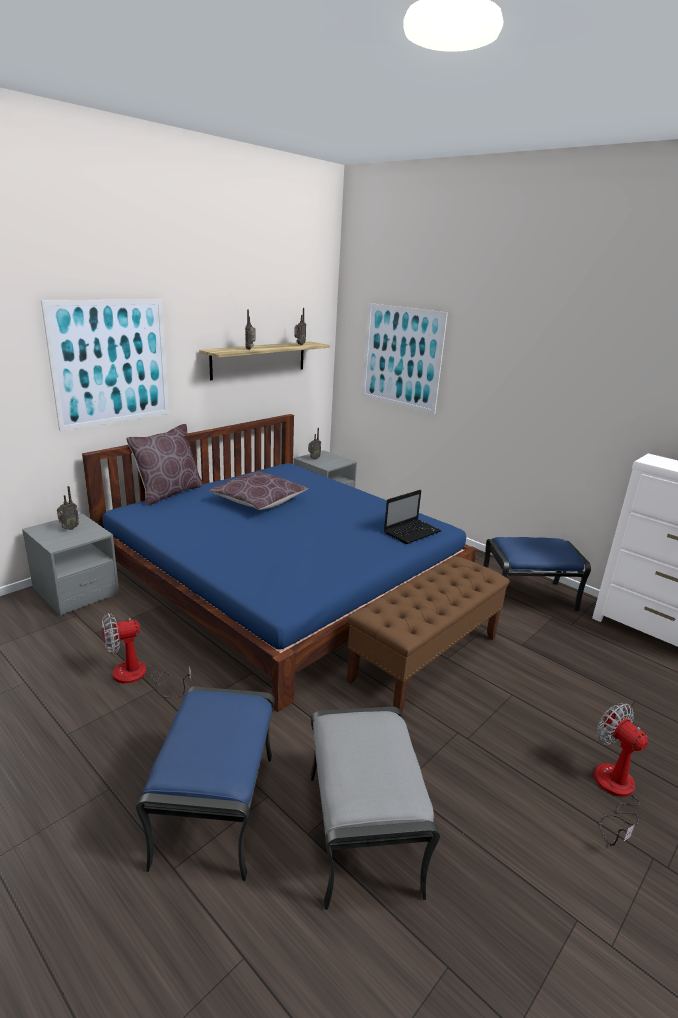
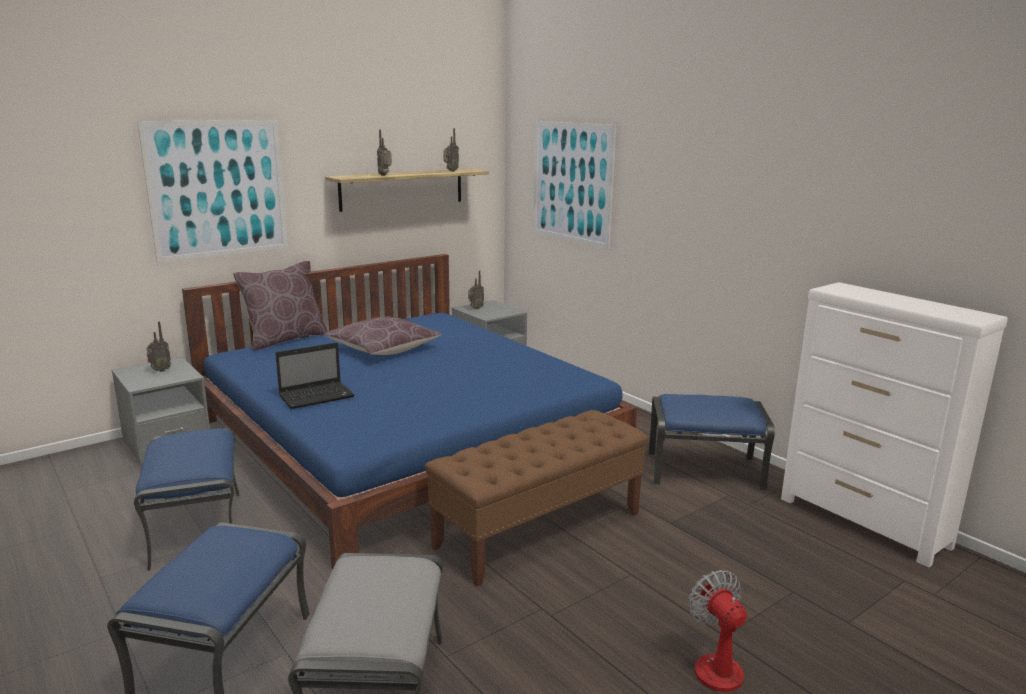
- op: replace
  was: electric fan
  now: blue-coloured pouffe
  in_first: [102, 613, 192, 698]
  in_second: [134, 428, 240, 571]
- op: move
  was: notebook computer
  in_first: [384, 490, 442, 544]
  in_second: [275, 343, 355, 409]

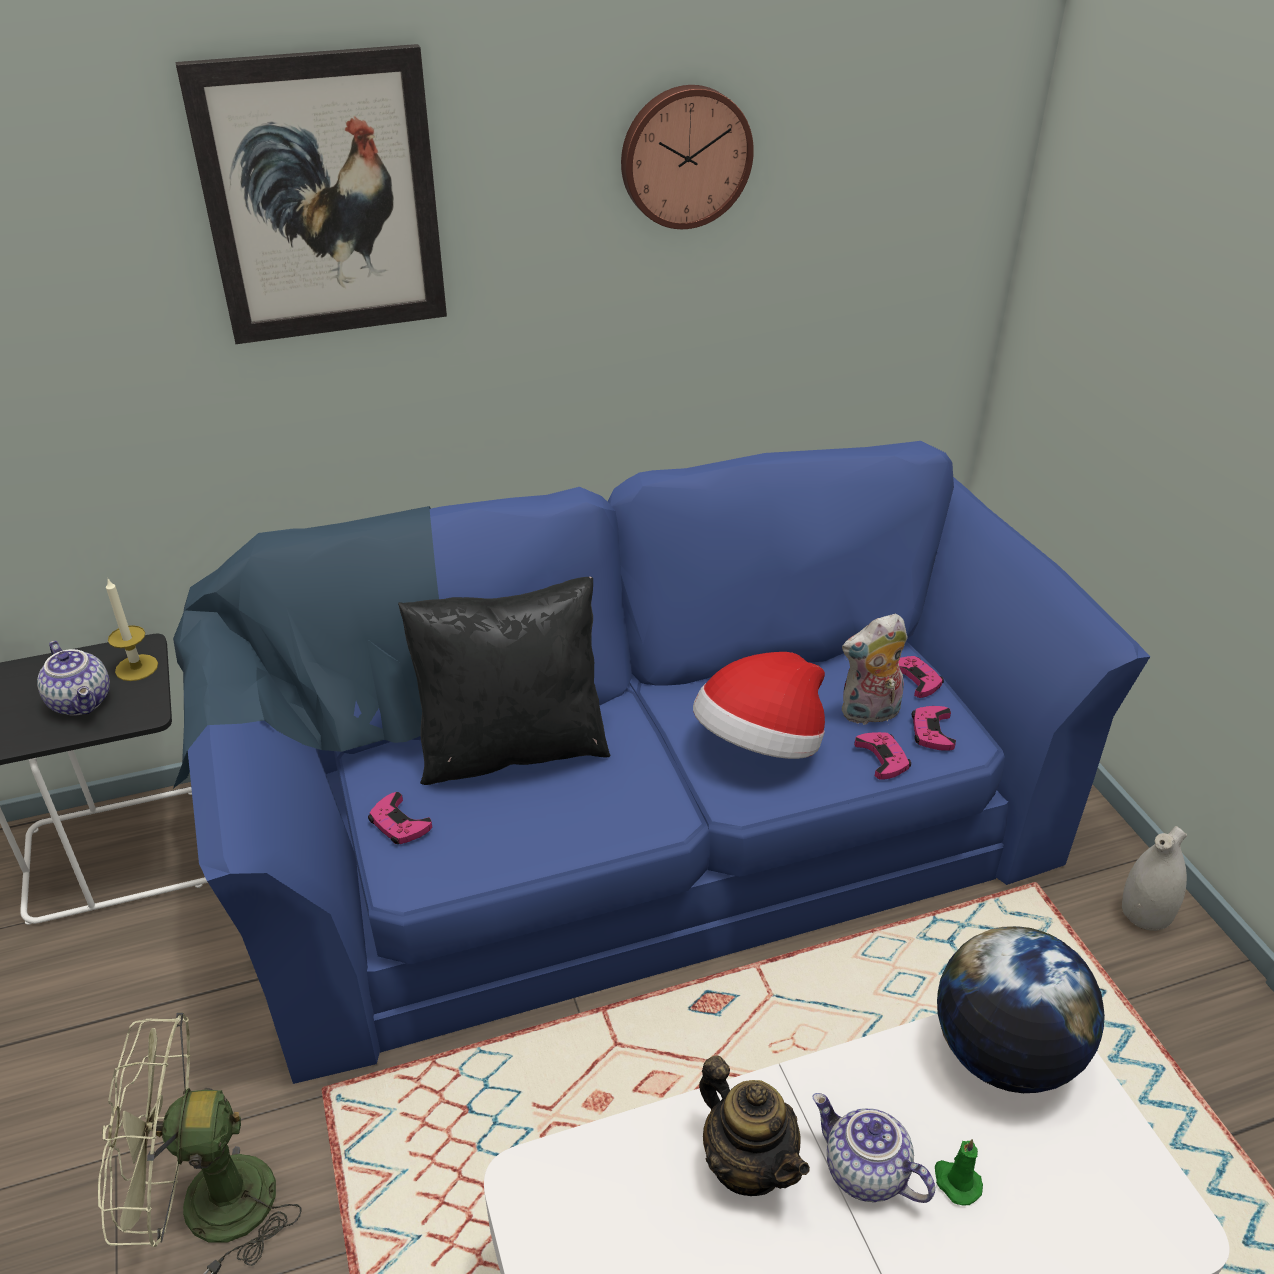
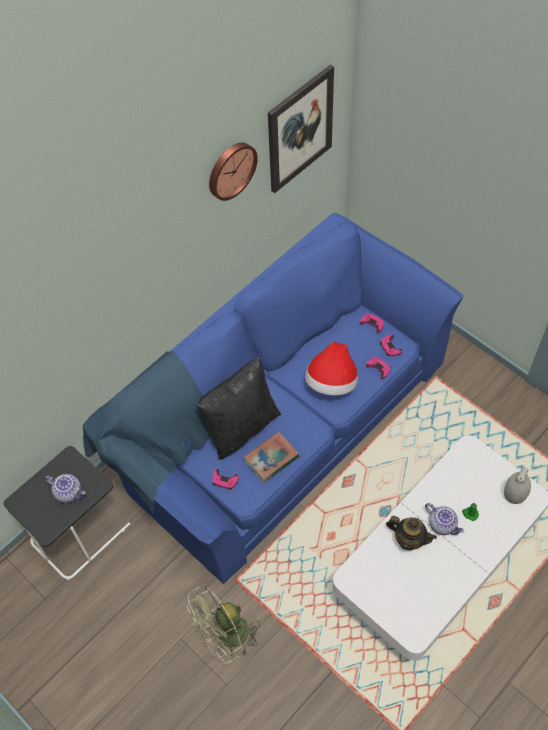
- op: delete
  was: candle
  in_first: [106, 579, 158, 681]
- op: move
  was: wall picture
  in_first: [175, 44, 447, 344]
  in_second: [268, 64, 334, 193]
- op: rotate
  was: teapot
  in_first: [813, 1093, 935, 1203]
  in_second: [425, 503, 464, 535]
  clockwise: -150
- op: delete
  was: plush toy
  in_first: [842, 613, 908, 725]
- op: delete
  was: globe
  in_first: [937, 926, 1105, 1093]
- op: move
  was: whitish decorative vase
  in_first: [1122, 826, 1187, 931]
  in_second: [504, 467, 531, 504]
- op: insert
  now: book
  in_second: [244, 431, 299, 483]

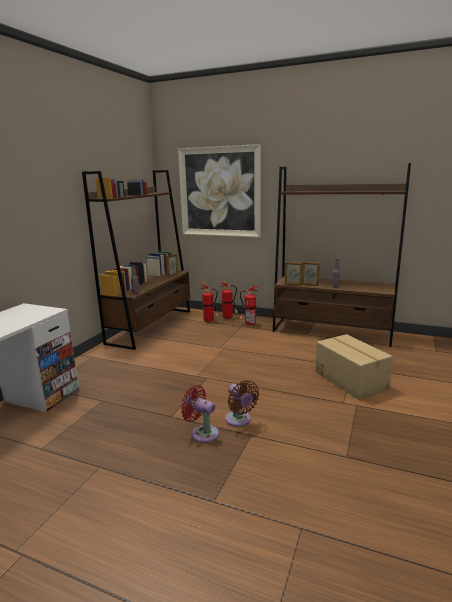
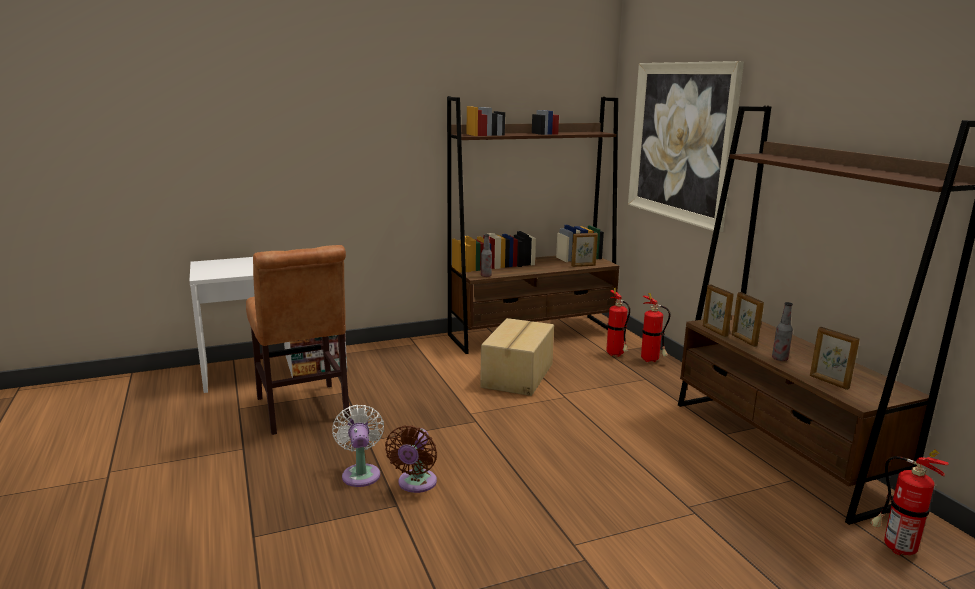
- op: recolor
  was: red-coloured electric fan
  now: whitish electric fan
  in_first: [181, 385, 219, 443]
  in_second: [332, 405, 384, 487]
- op: move
  was: extinguisher
  in_first: [240, 284, 258, 326]
  in_second: [870, 450, 949, 556]
- op: move
  was: cardboard box
  in_first: [315, 334, 393, 400]
  in_second: [480, 318, 554, 396]
- op: insert
  now: brownish plain chair
  in_second: [246, 245, 350, 435]
- op: insert
  now: standing frame
  in_second: [810, 327, 860, 390]

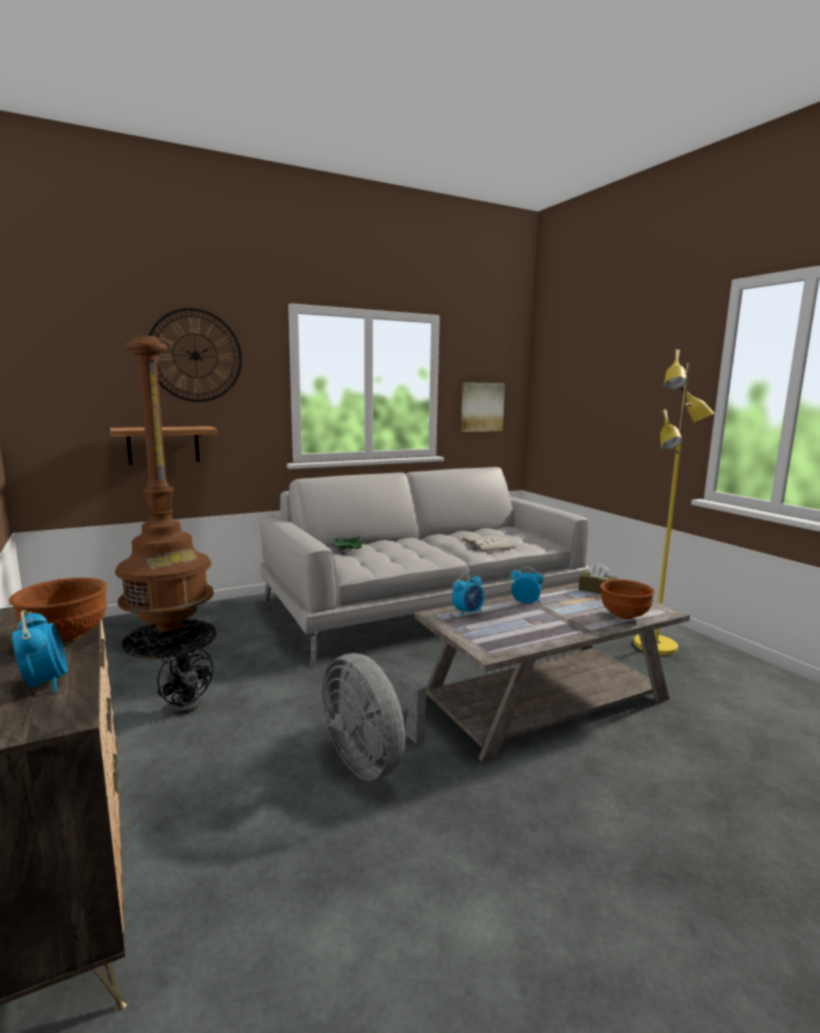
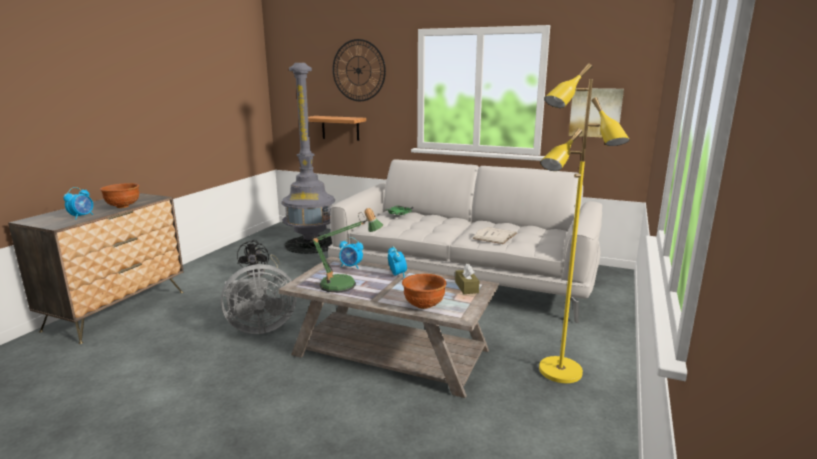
- op: recolor
  was: brownish standing lamp
  now: gray standing lamp
  in_first: [115, 336, 216, 659]
  in_second: [281, 63, 335, 254]
- op: rotate
  was: gray electric fan
  in_first: [322, 653, 426, 780]
  in_second: [220, 264, 296, 334]
  clockwise: -120
- op: insert
  now: tabletop lamp
  in_second: [310, 208, 383, 293]

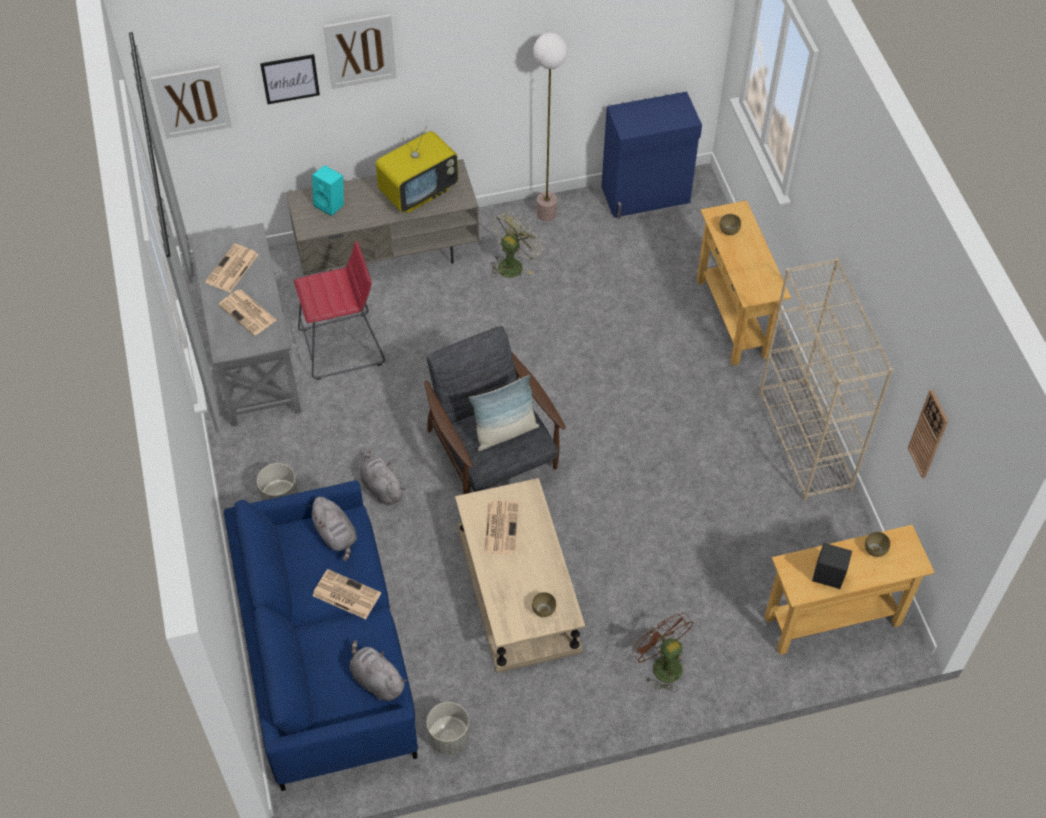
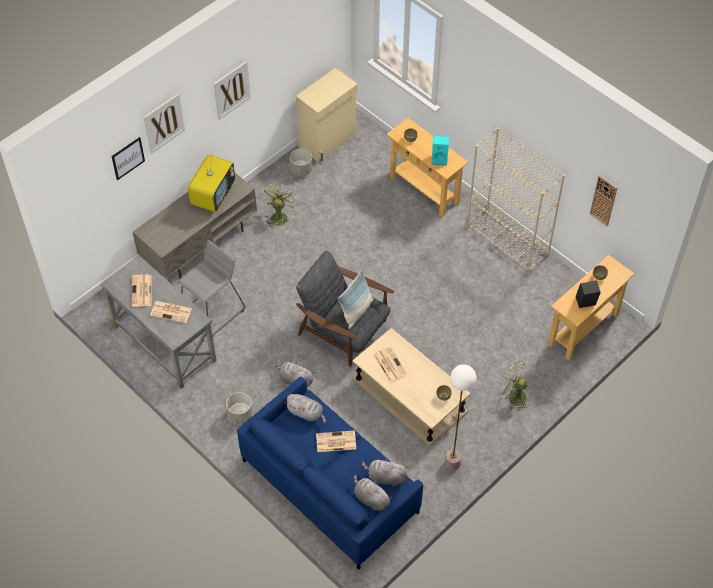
- op: move
  was: wall picture
  in_first: [151, 66, 232, 139]
  in_second: [214, 61, 251, 120]
- op: recolor
  was: red-coloured stool seat
  now: gray stool seat
  in_first: [294, 241, 385, 380]
  in_second: [178, 240, 245, 336]
- op: move
  was: turquoise-coloured speaker
  in_first: [312, 165, 344, 216]
  in_second: [431, 136, 449, 166]
- op: move
  was: gray plant pot
  in_first: [426, 702, 470, 755]
  in_second: [290, 148, 312, 177]
- op: move
  was: standing lamp
  in_first: [533, 33, 567, 221]
  in_second: [445, 364, 476, 471]
- op: recolor
  was: blue-coloured storage cabinet
  now: beige storage cabinet
  in_first: [601, 92, 702, 219]
  in_second: [296, 68, 358, 162]
- op: recolor
  was: brownish electric fan
  now: greenish electric fan
  in_first: [632, 613, 694, 692]
  in_second: [499, 360, 530, 411]
- op: insert
  now: gray plush toy
  in_second: [354, 474, 392, 511]

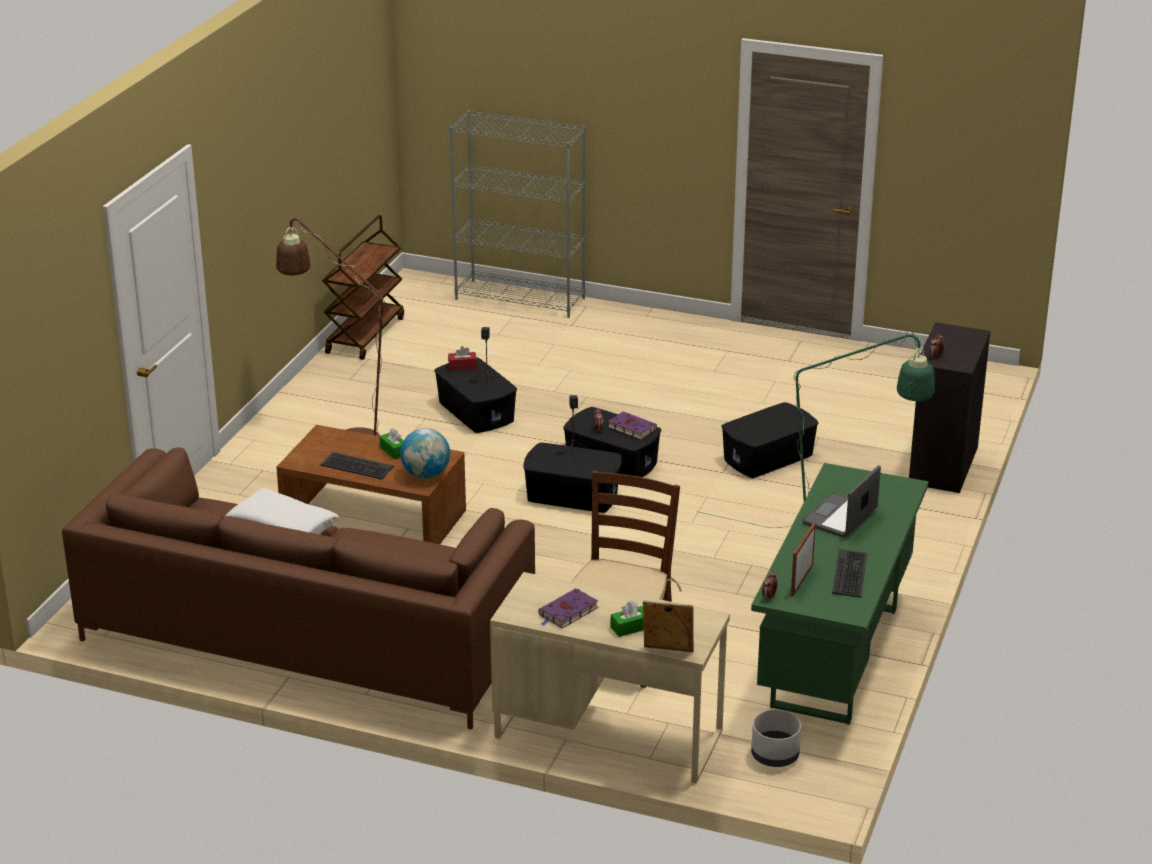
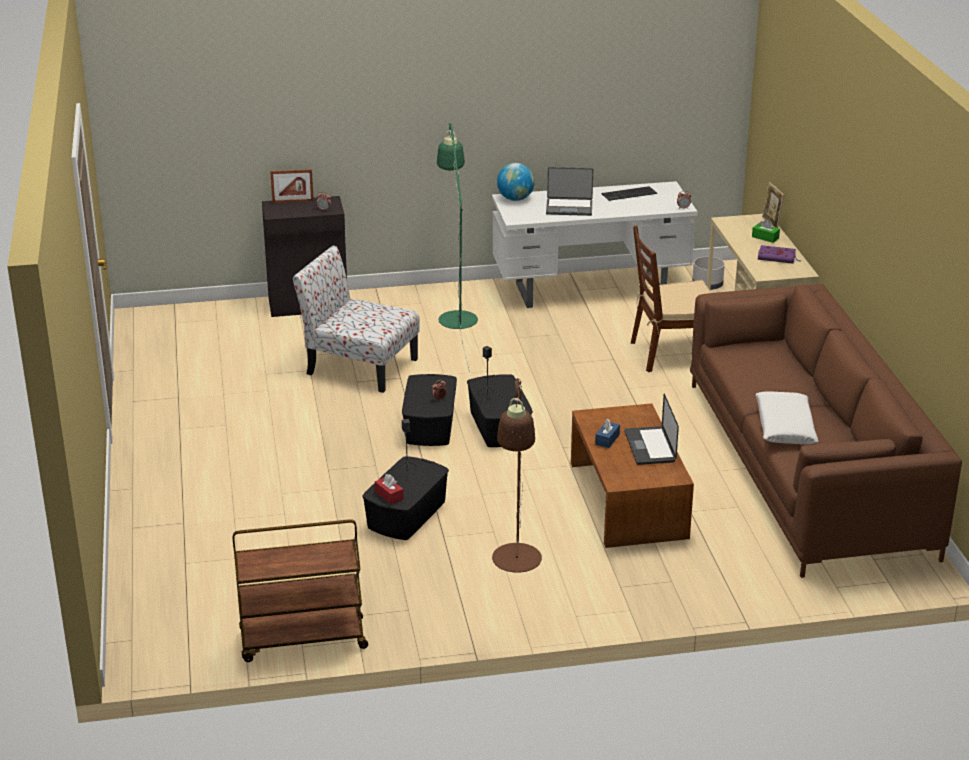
- op: replace
  was: keyboard
  now: notebook computer
  in_first: [321, 452, 394, 479]
  in_second: [624, 394, 679, 465]
- op: recolor
  was: greenish tissue holder
  now: blue-coloured tissue holder
  in_first: [379, 428, 404, 459]
  in_second: [595, 419, 620, 448]
- op: move
  was: globe
  in_first: [400, 428, 450, 478]
  in_second: [497, 163, 535, 201]
- op: delete
  was: gray bookcase
  in_first: [449, 110, 586, 318]
- op: delete
  was: purplish book
  in_first: [608, 411, 657, 440]
- op: replace
  was: black-coloured storage container
  now: plain chair
  in_first: [721, 402, 818, 478]
  in_second: [293, 246, 419, 393]
- op: recolor
  was: greenish desk table
  now: whitish desk table
  in_first: [751, 463, 928, 725]
  in_second: [492, 181, 698, 308]
- op: move
  was: standing frame
  in_first: [791, 523, 816, 596]
  in_second: [270, 169, 314, 203]

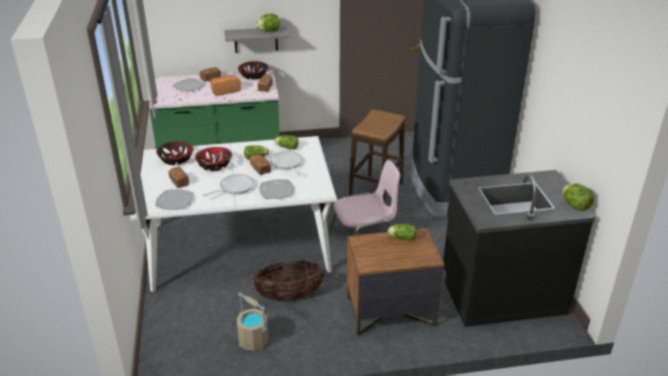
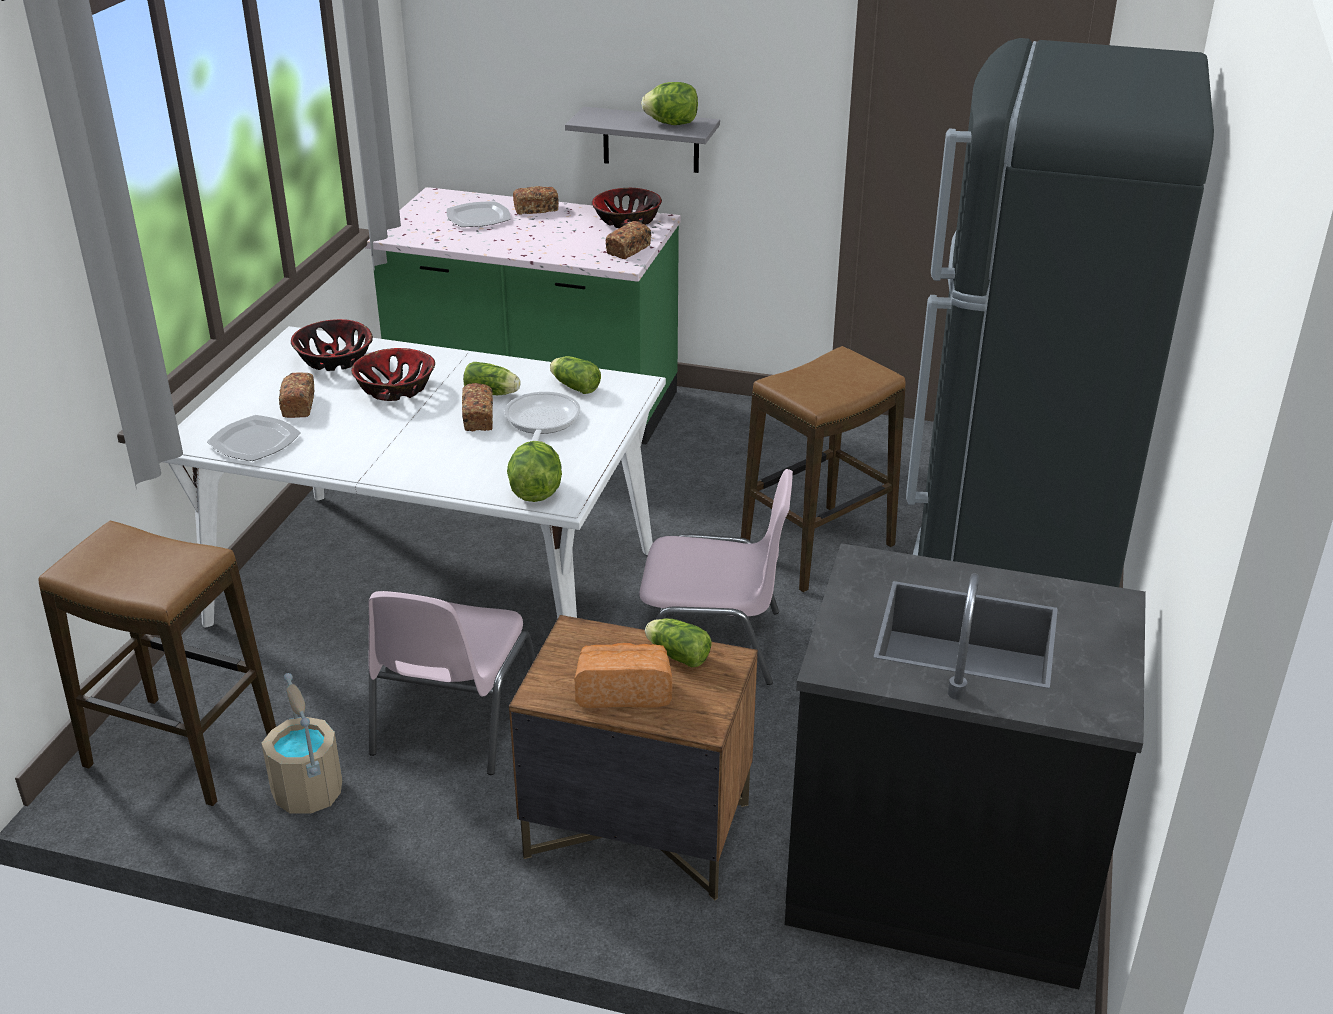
- op: delete
  was: skillet
  in_first: [202, 174, 254, 197]
- op: move
  was: bread
  in_first: [210, 75, 241, 96]
  in_second: [574, 643, 672, 708]
- op: replace
  was: basket
  now: pink plain chair
  in_first: [253, 261, 324, 300]
  in_second: [368, 591, 535, 775]
- op: delete
  was: dinner plate
  in_first: [259, 179, 294, 199]
- op: move
  was: lettuce head
  in_first: [563, 183, 594, 211]
  in_second: [507, 441, 562, 502]
- op: insert
  now: stool seat
  in_second: [39, 521, 276, 806]

